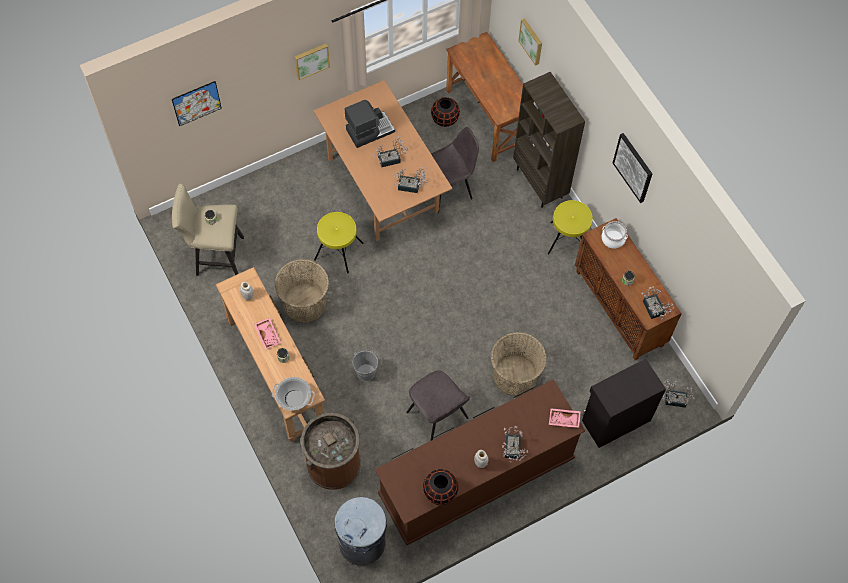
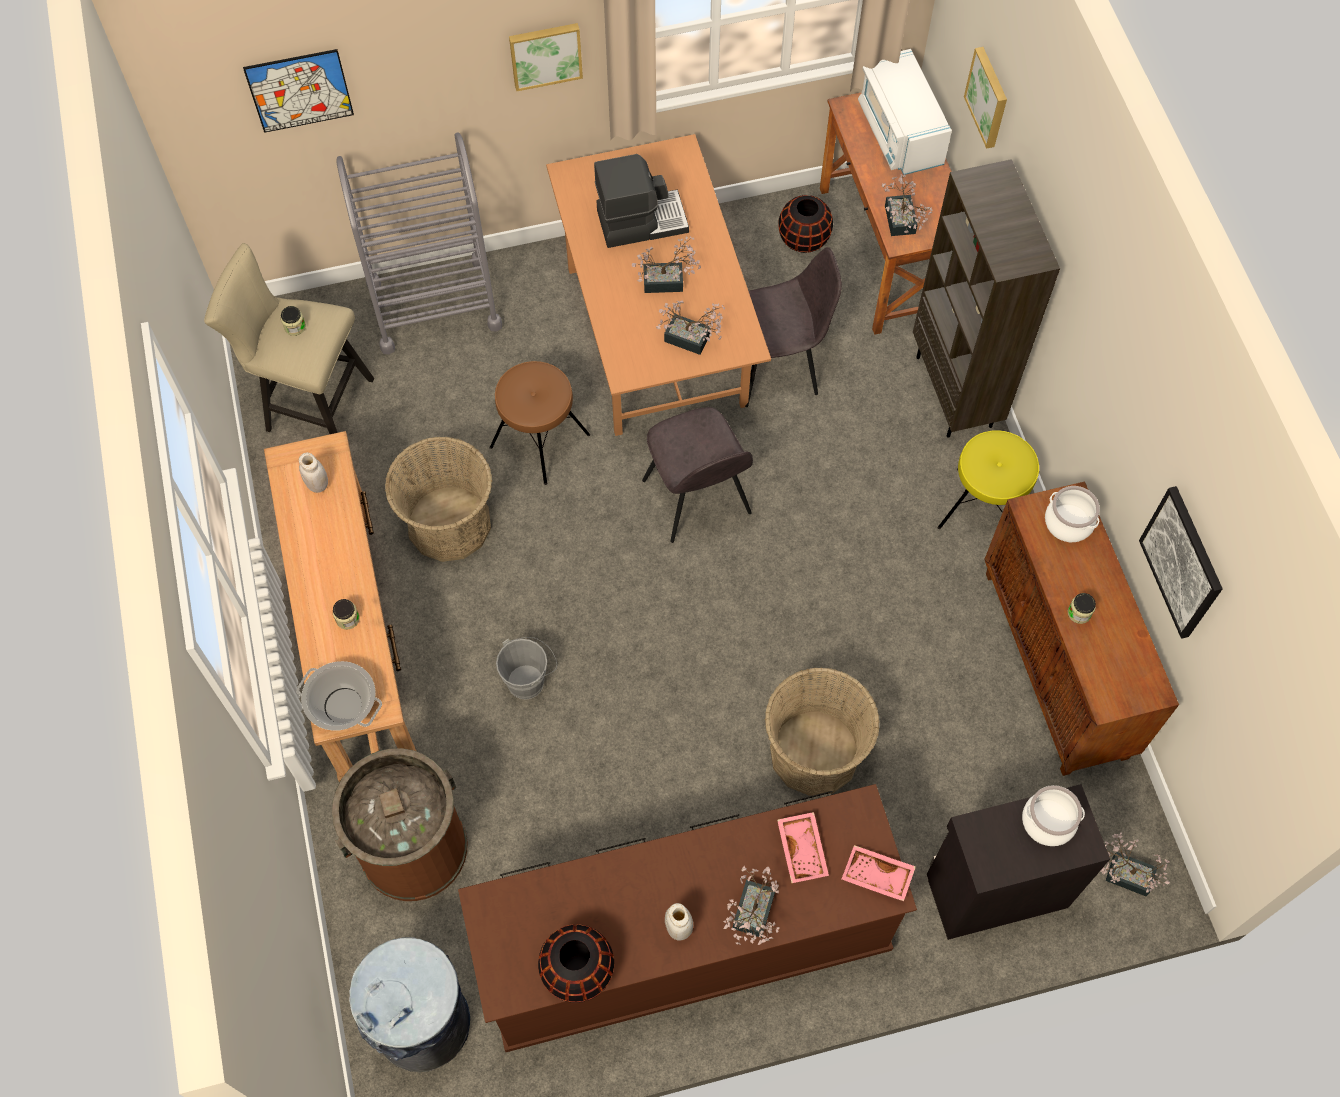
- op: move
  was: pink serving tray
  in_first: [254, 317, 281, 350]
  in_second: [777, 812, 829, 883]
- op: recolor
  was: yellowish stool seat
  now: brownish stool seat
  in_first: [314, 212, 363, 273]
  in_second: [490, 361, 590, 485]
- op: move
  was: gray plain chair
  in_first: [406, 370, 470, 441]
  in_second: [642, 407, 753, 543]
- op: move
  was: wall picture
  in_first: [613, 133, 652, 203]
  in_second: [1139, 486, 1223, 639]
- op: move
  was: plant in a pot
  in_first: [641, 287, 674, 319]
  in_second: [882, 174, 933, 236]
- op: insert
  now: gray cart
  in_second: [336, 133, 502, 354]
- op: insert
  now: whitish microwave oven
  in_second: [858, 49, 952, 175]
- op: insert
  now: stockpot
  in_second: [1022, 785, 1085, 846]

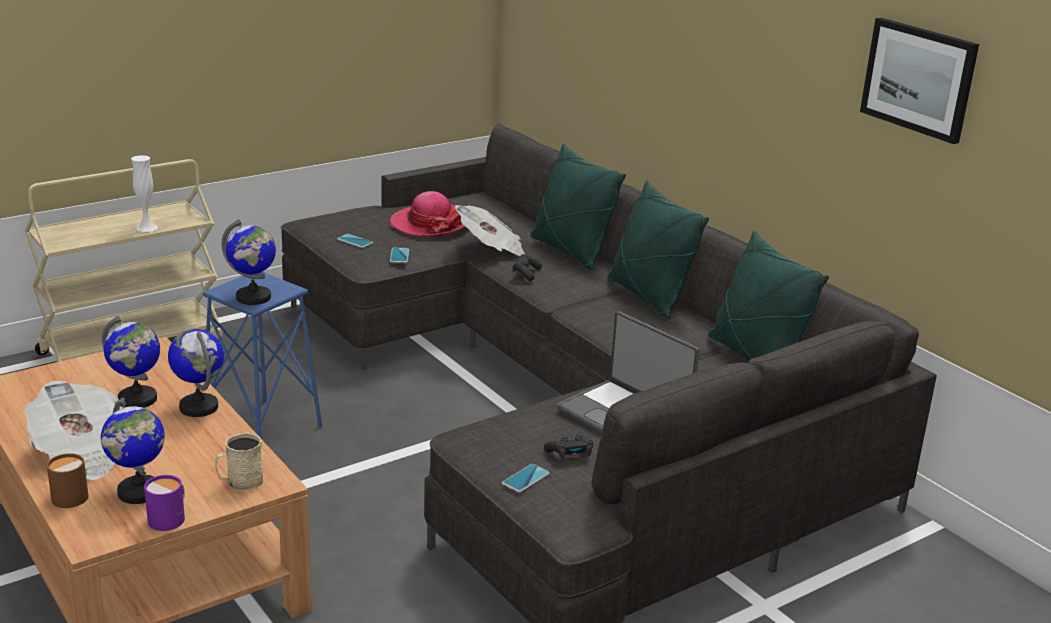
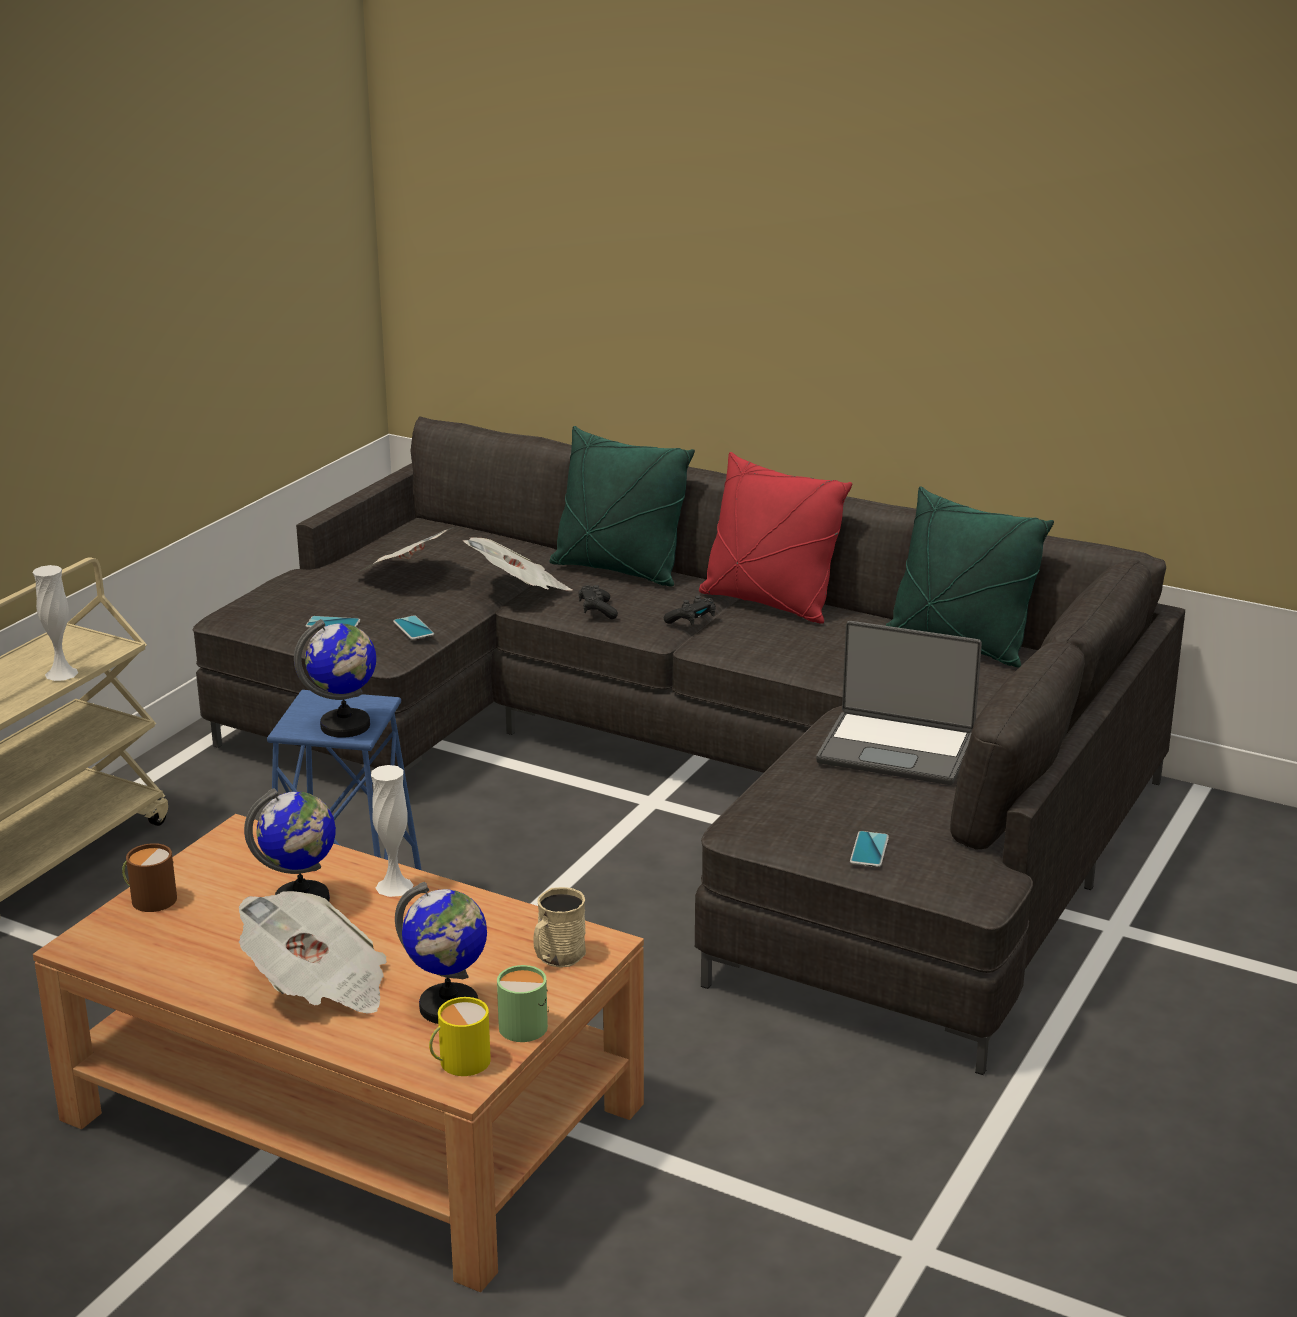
- op: move
  was: brownish coffee mug
  in_first: [47, 453, 89, 508]
  in_second: [122, 843, 177, 912]
- op: recolor
  was: purplish coffee mug
  now: greenish coffee mug
  in_first: [144, 475, 185, 531]
  in_second: [497, 965, 549, 1042]
- op: replace
  was: globe
  now: whitish decorative vase
  in_first: [168, 329, 224, 417]
  in_second: [371, 765, 414, 897]
- op: replace
  was: wearable hat
  now: printed paper
  in_first: [389, 191, 466, 237]
  in_second: [354, 527, 454, 574]
- op: move
  was: black-coloured gamepad
  in_first: [544, 433, 593, 460]
  in_second: [664, 595, 716, 625]
- op: recolor
  was: greenish throw pillow
  now: red-coloured throw pillow
  in_first: [607, 181, 709, 319]
  in_second: [699, 452, 852, 624]
- op: delete
  was: wall picture
  in_first: [860, 18, 979, 144]
- op: insert
  now: yellowish coffee mug
  in_second: [429, 997, 491, 1076]

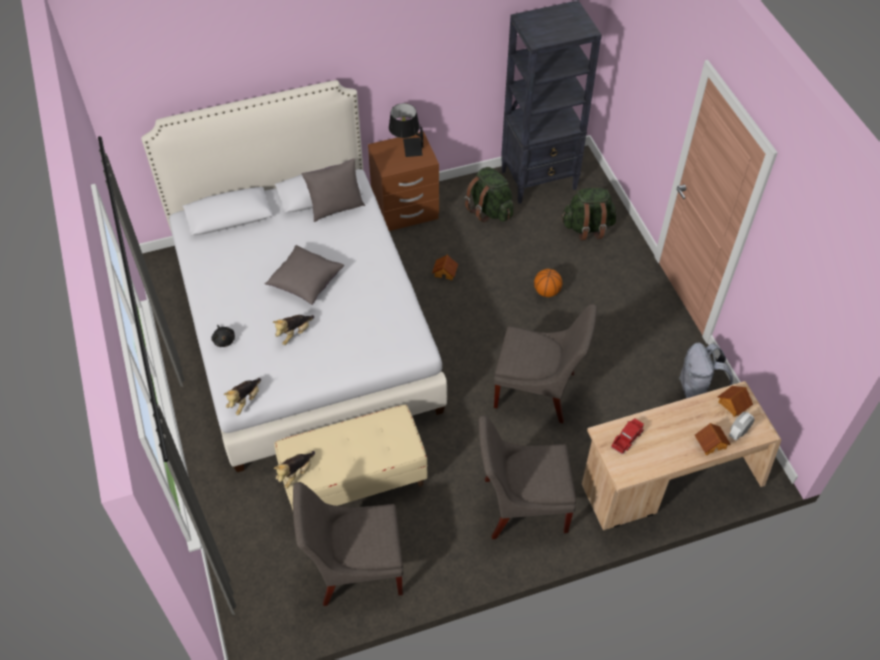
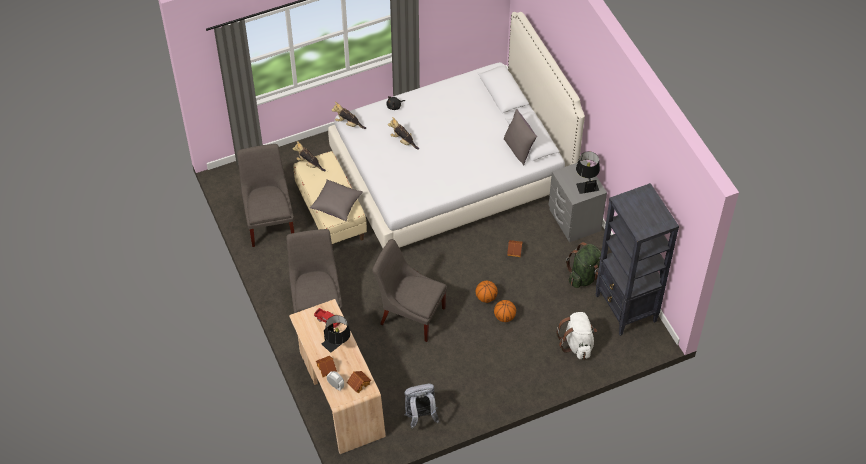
- op: move
  was: gray throw pillow
  in_first: [264, 245, 344, 305]
  in_second: [310, 179, 363, 221]
- op: recolor
  was: brownish night table
  now: gray night table
  in_first: [368, 131, 439, 231]
  in_second: [549, 160, 607, 242]
- op: rotate
  was: gray plain chair
  in_first: [494, 304, 597, 423]
  in_second: [372, 239, 447, 342]
  clockwise: 105
- op: recolor
  was: greenish knapsack
  now: whitish knapsack
  in_first: [562, 188, 617, 241]
  in_second: [557, 312, 597, 359]
- op: insert
  now: black-coloured tabletop lamp
  in_second: [322, 315, 351, 353]
- op: insert
  now: basketball ball
  in_second: [476, 281, 498, 303]

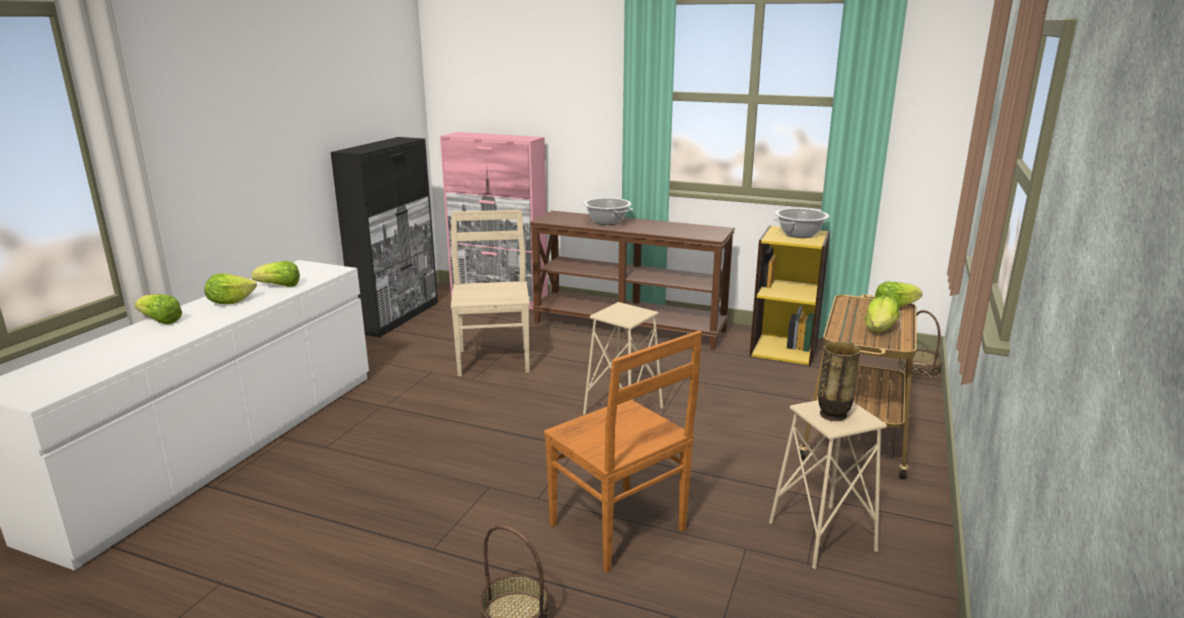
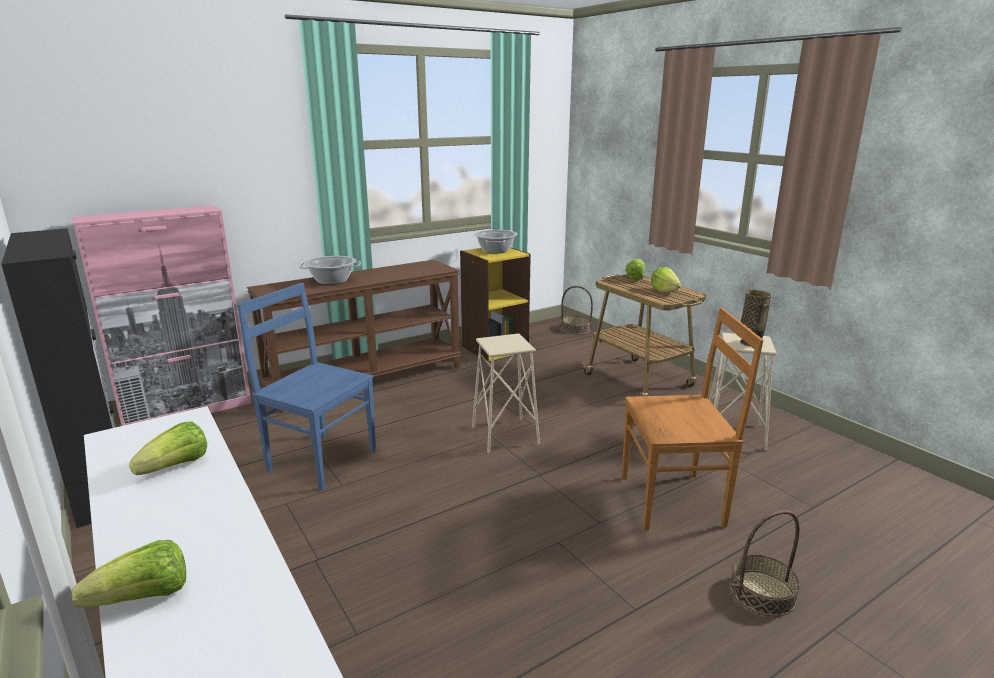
- op: delete
  was: lettuce head
  in_first: [204, 273, 257, 304]
- op: recolor
  was: beige plain chair
  now: blue-coloured plain chair
  in_first: [451, 210, 530, 376]
  in_second: [237, 283, 376, 490]

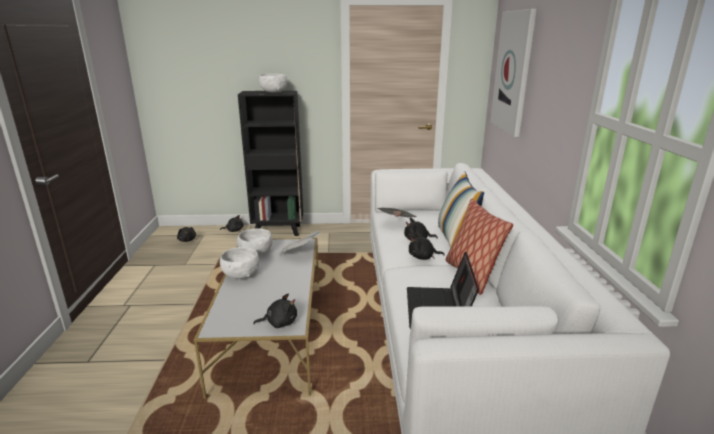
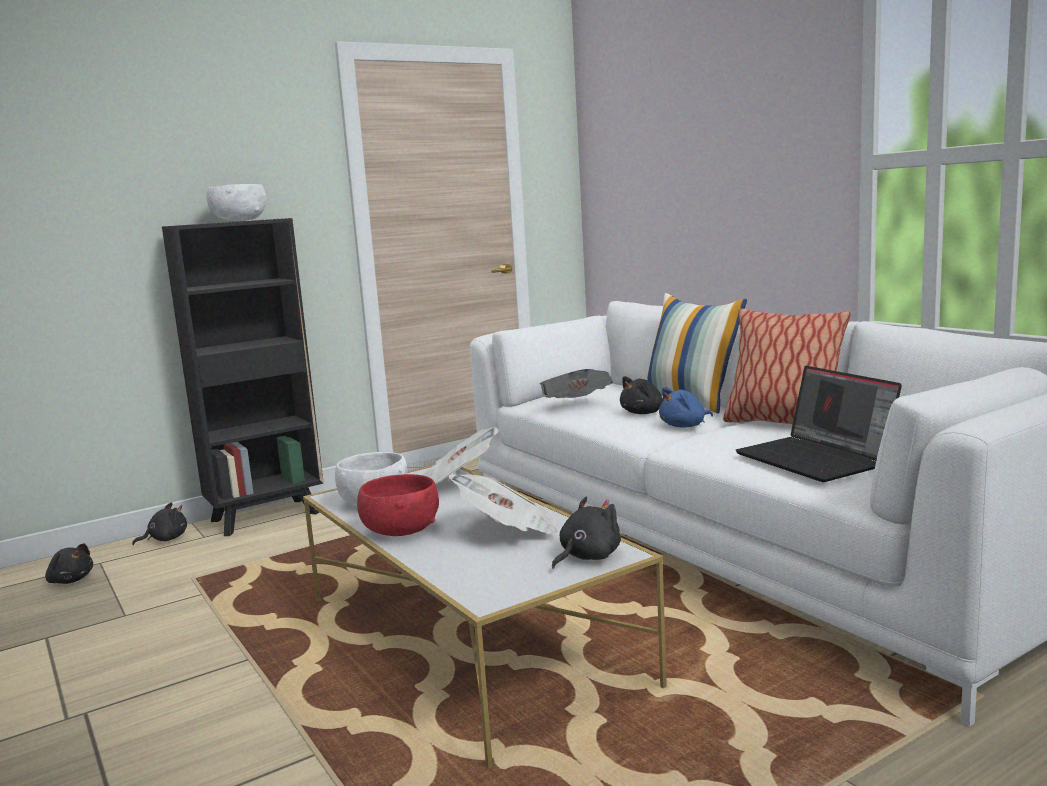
- op: recolor
  was: whitish deep dish
  now: red-coloured deep dish
  in_first: [220, 247, 259, 279]
  in_second: [357, 474, 439, 536]
- op: recolor
  was: black-coloured plush toy
  now: blue-coloured plush toy
  in_first: [409, 233, 445, 260]
  in_second: [659, 387, 713, 428]
- op: delete
  was: wall picture
  in_first: [490, 9, 537, 137]
- op: insert
  now: printed paper
  in_second: [449, 474, 560, 536]

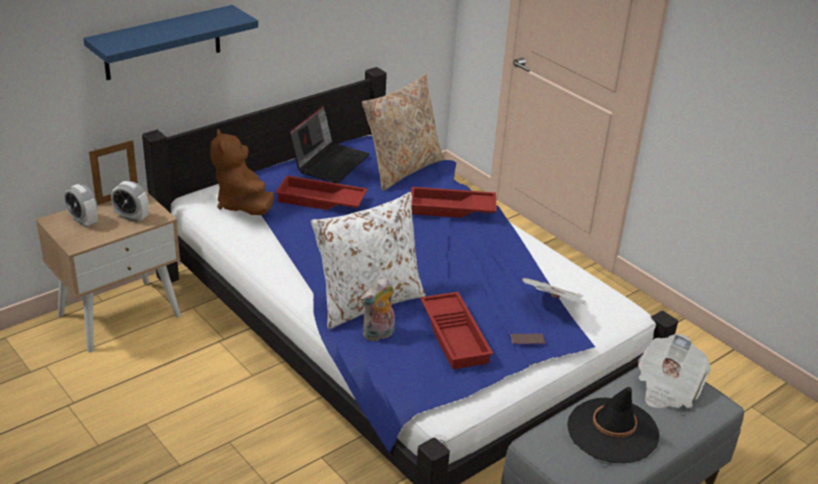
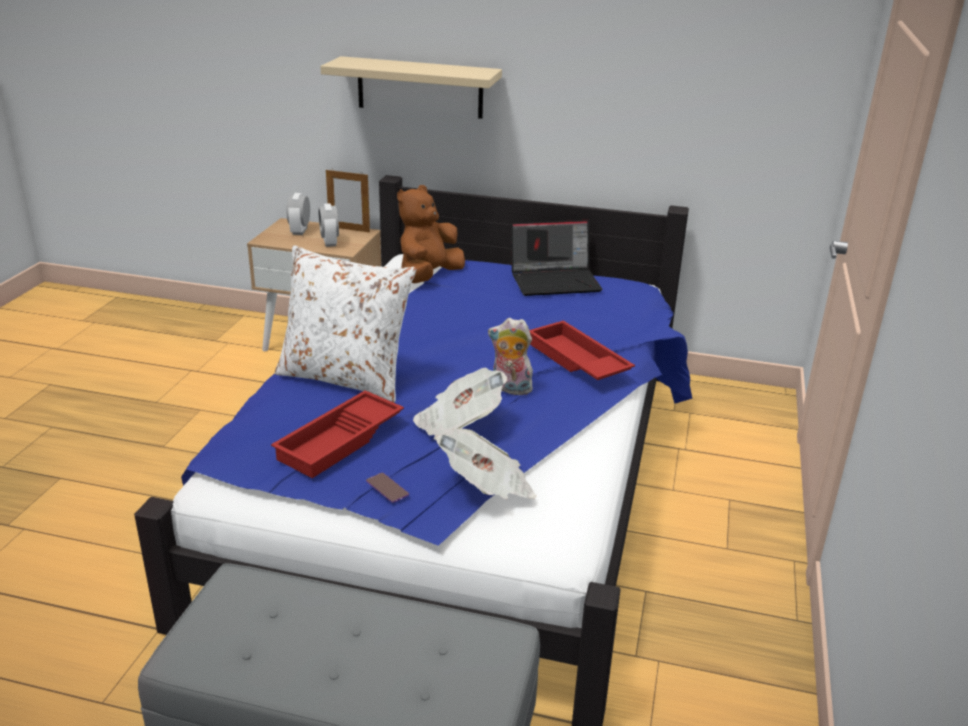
- op: recolor
  was: blue-coloured shelf
  now: beige shelf
  in_first: [83, 5, 258, 80]
  in_second: [320, 56, 502, 119]
- op: delete
  was: red-coloured serving tray
  in_first: [275, 175, 367, 210]
- op: move
  was: plush toy
  in_first: [361, 277, 395, 341]
  in_second: [488, 318, 533, 395]
- op: delete
  was: beige throw pillow
  in_first: [362, 74, 444, 191]
- op: delete
  was: black-coloured wearable hat
  in_first: [567, 387, 660, 464]
- op: move
  was: printed paper
  in_first: [638, 334, 711, 408]
  in_second: [413, 367, 508, 440]

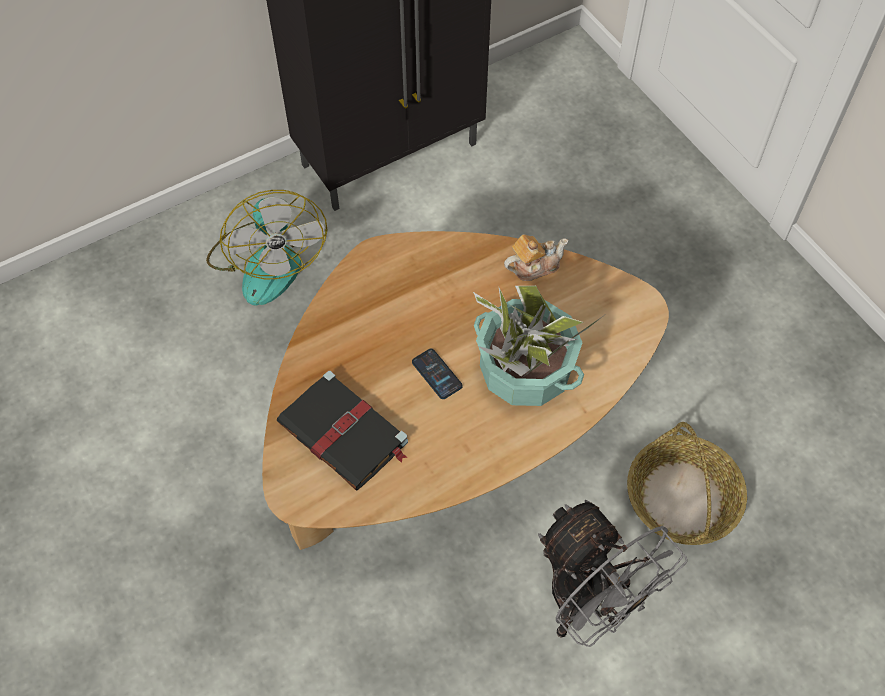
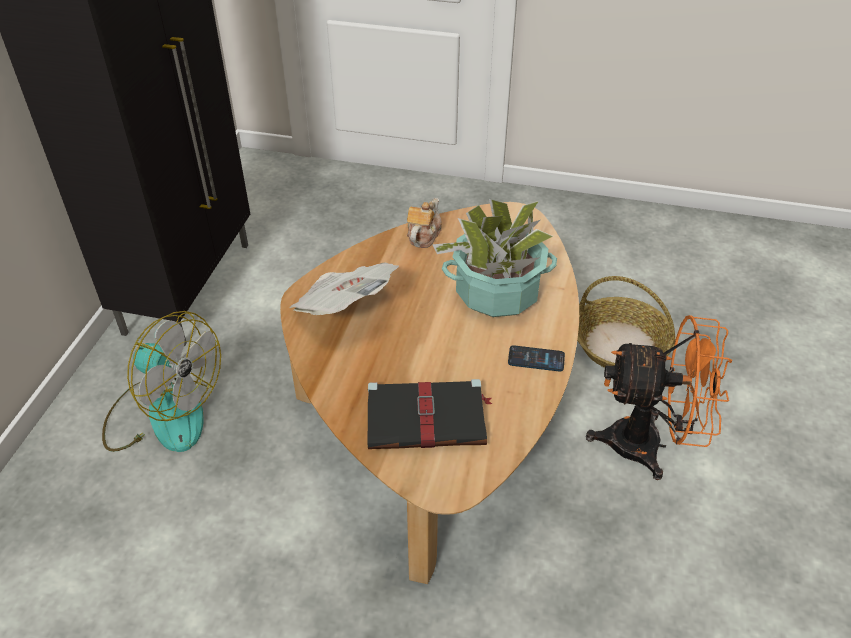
- op: move
  was: handset
  in_first: [412, 349, 463, 399]
  in_second: [508, 345, 565, 372]
- op: recolor
  was: gray electric fan
  now: orange-coloured electric fan
  in_first: [538, 500, 687, 647]
  in_second: [586, 315, 732, 480]
- op: insert
  now: printed paper
  in_second: [289, 262, 399, 315]

